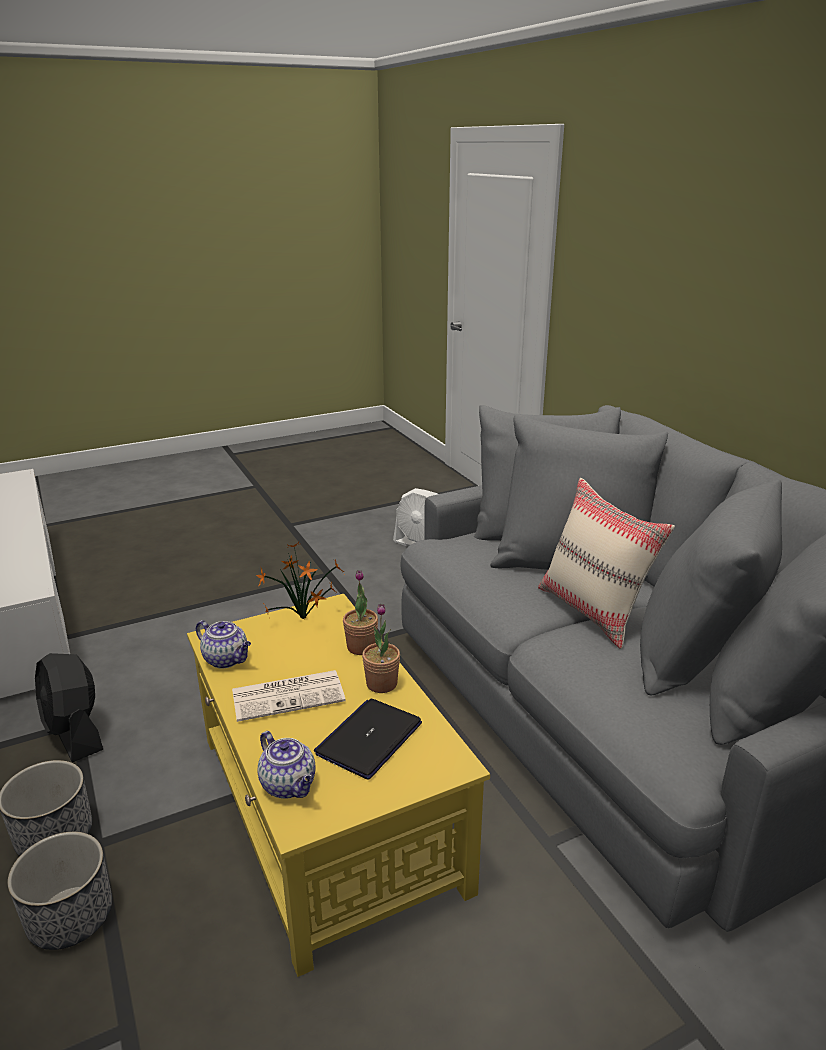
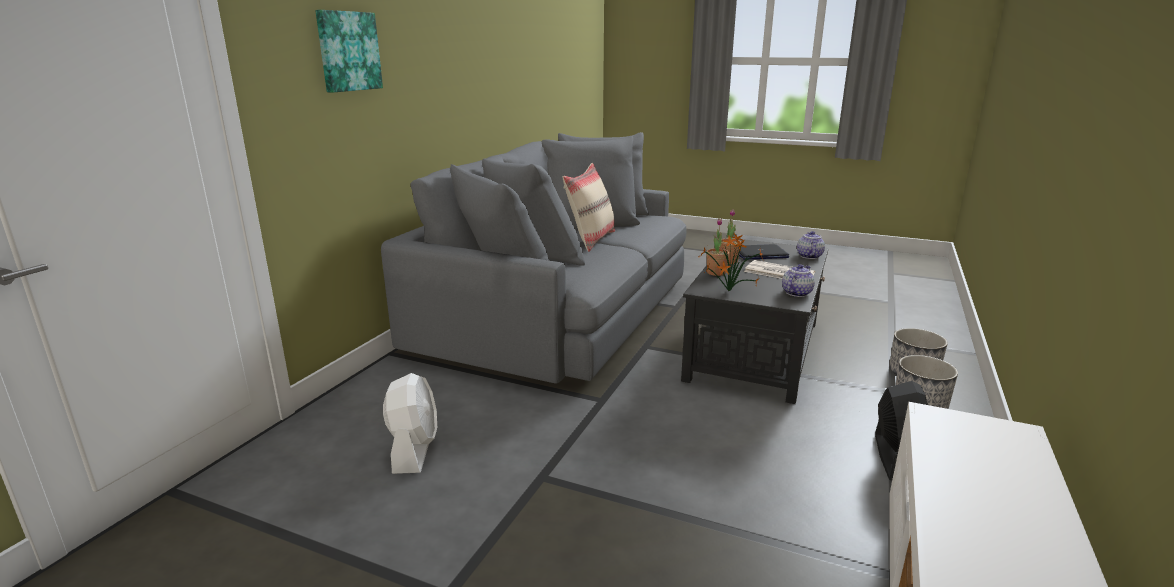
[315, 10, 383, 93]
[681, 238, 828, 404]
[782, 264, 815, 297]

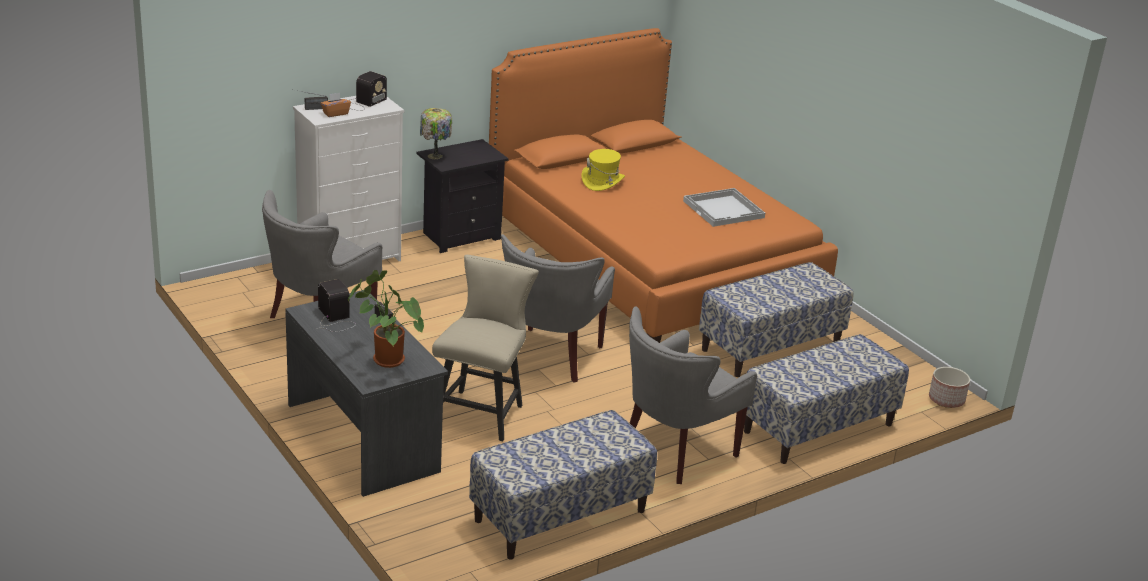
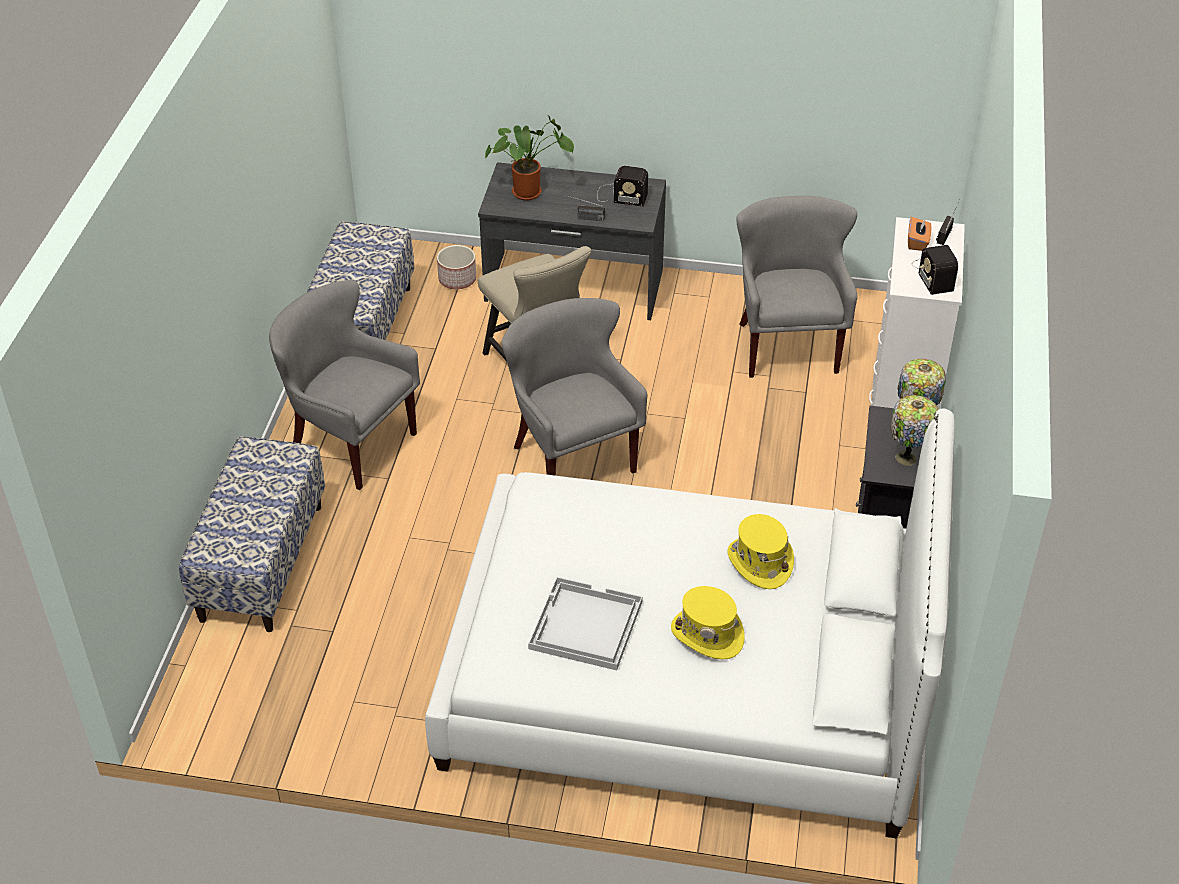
[699, 262, 854, 377] (first image)
[671, 586, 745, 659]
[891, 395, 939, 466]
[437, 245, 476, 289]
[425, 408, 955, 839]
[269, 280, 420, 490]

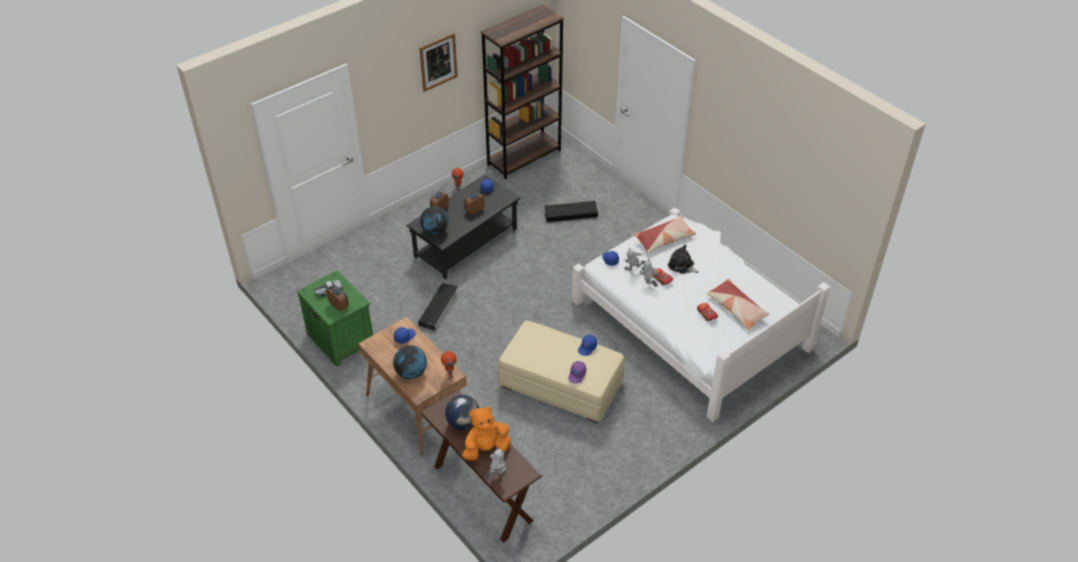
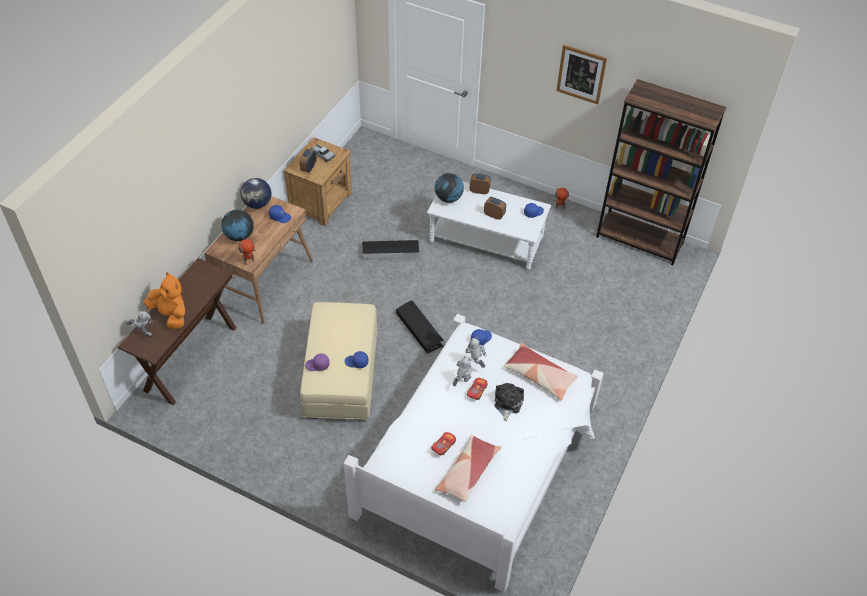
[241, 178, 271, 209]
[396, 301, 444, 354]
[283, 137, 352, 226]
[427, 181, 551, 270]

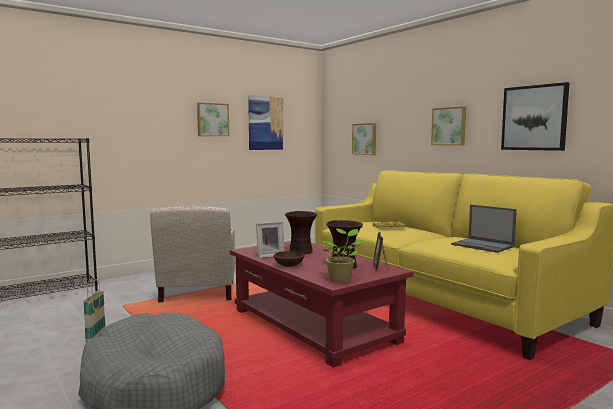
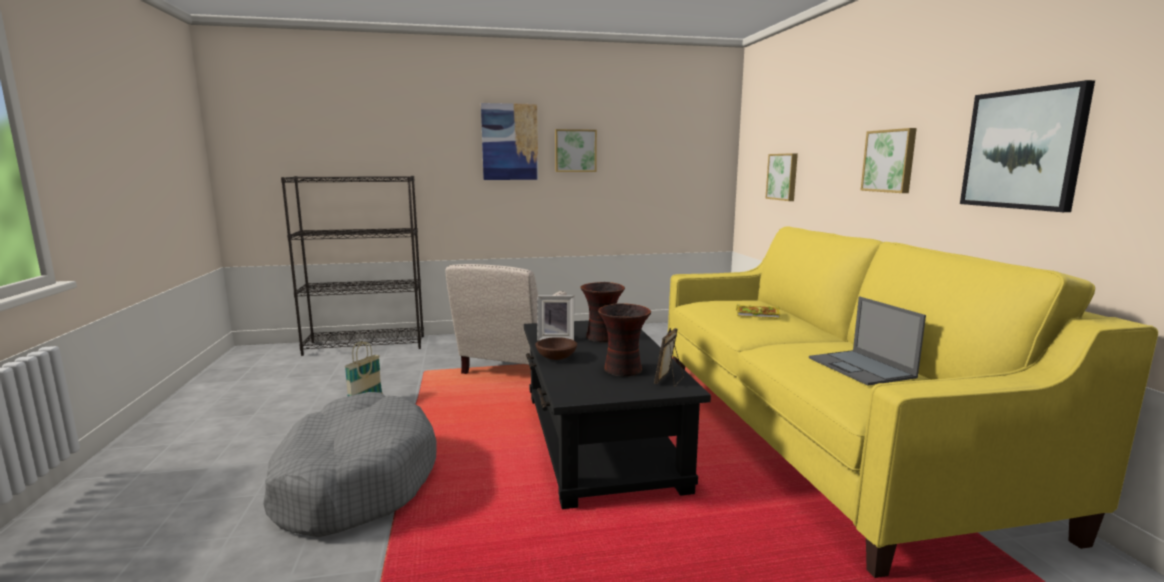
[320, 228, 363, 283] (first image)
[481, 103, 538, 180]
[524, 320, 711, 509]

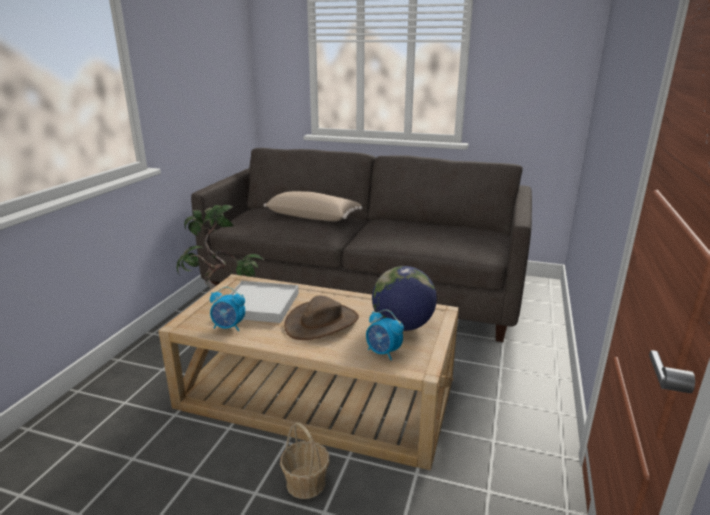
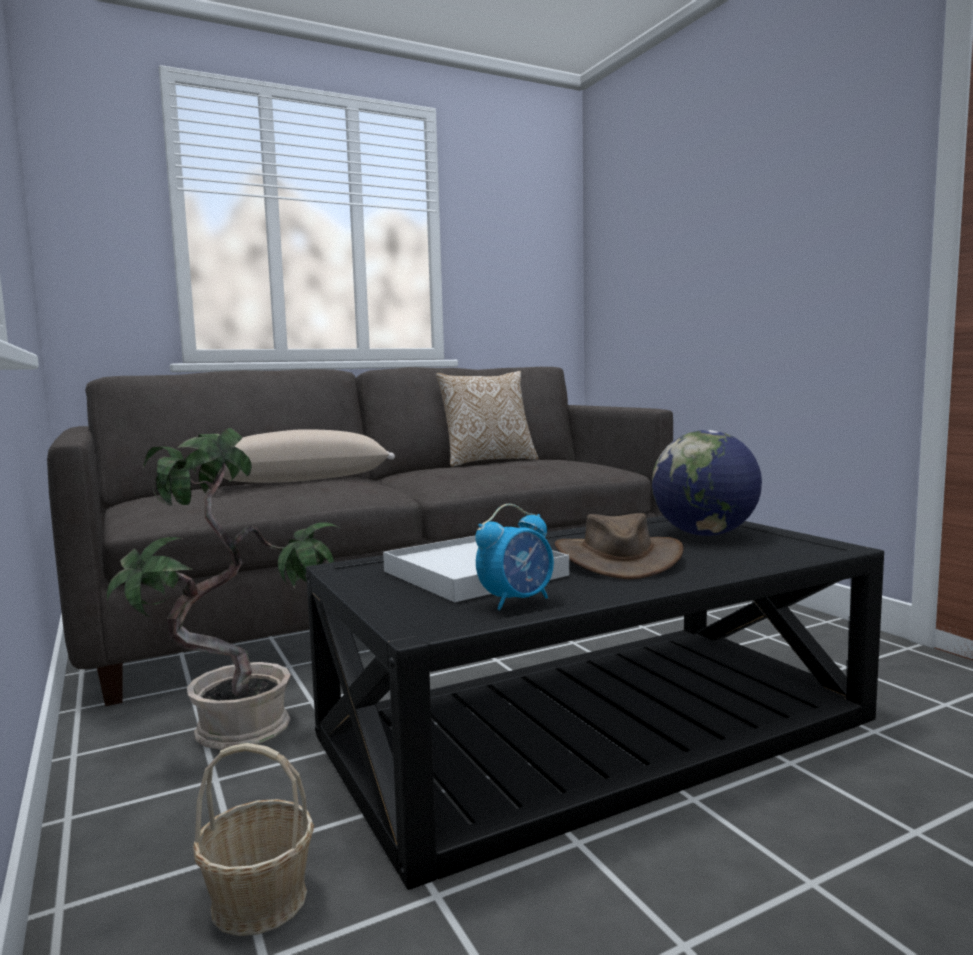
[366, 310, 404, 360] (first image)
[436, 371, 539, 467]
[193, 743, 314, 936]
[306, 516, 884, 890]

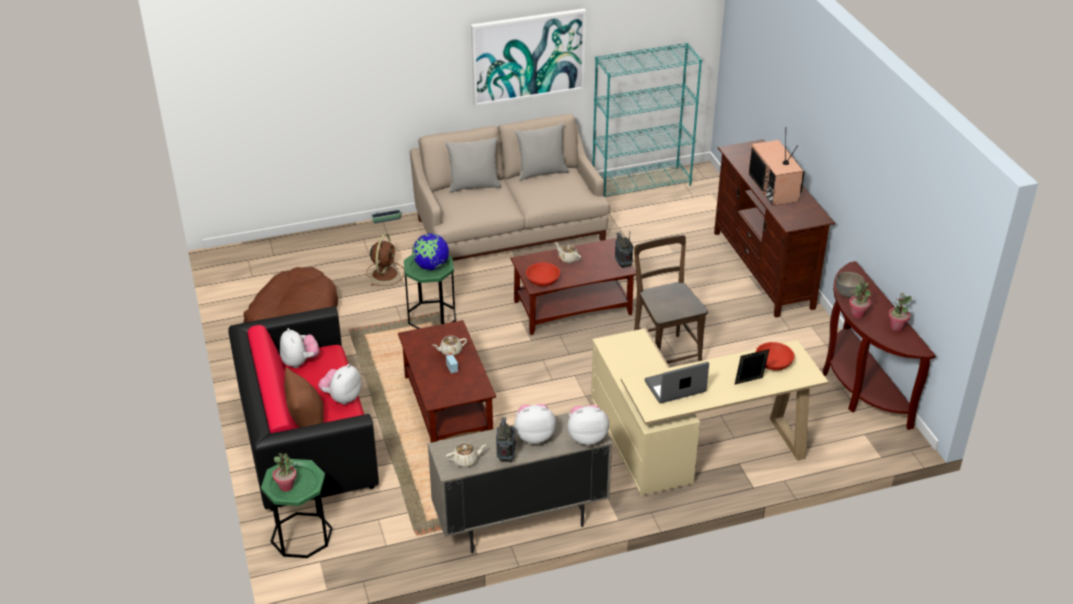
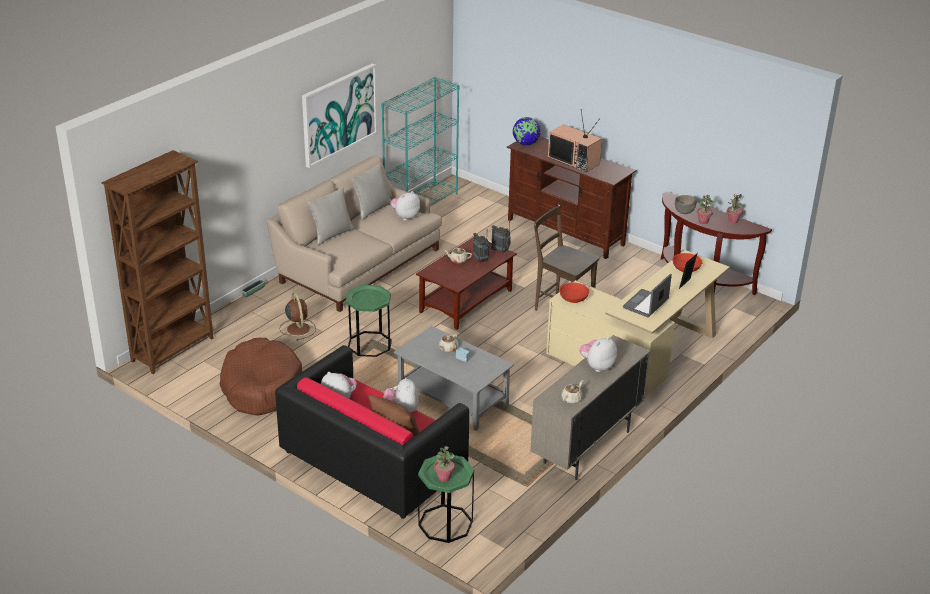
[101, 150, 214, 374]
[513, 117, 541, 145]
[473, 233, 490, 262]
[559, 283, 590, 303]
[390, 191, 420, 221]
[394, 326, 514, 431]

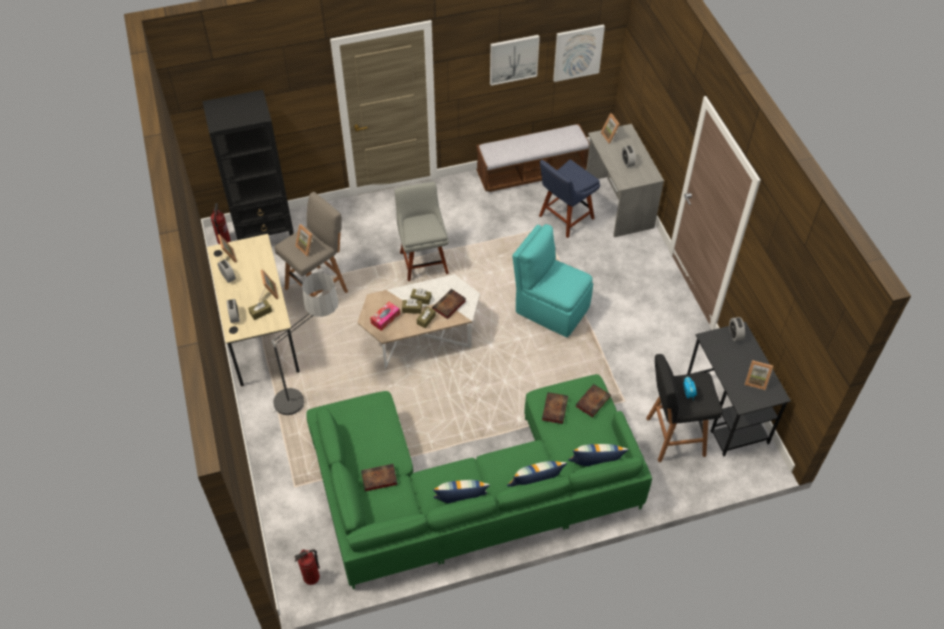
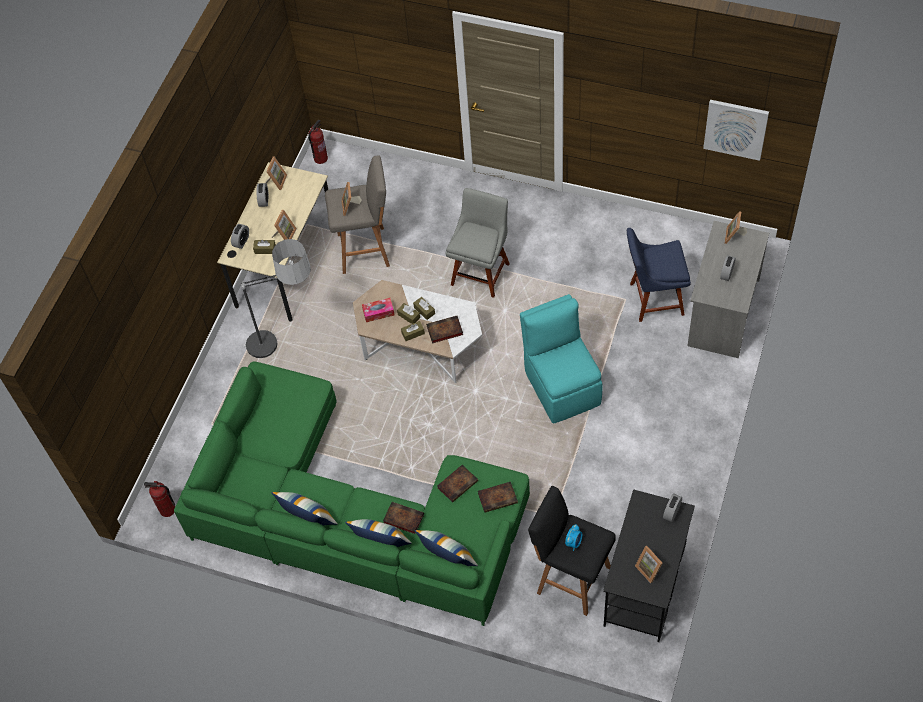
[202, 90, 294, 240] (first image)
[476, 124, 589, 192] (first image)
[490, 35, 540, 86] (first image)
[383, 502, 424, 534]

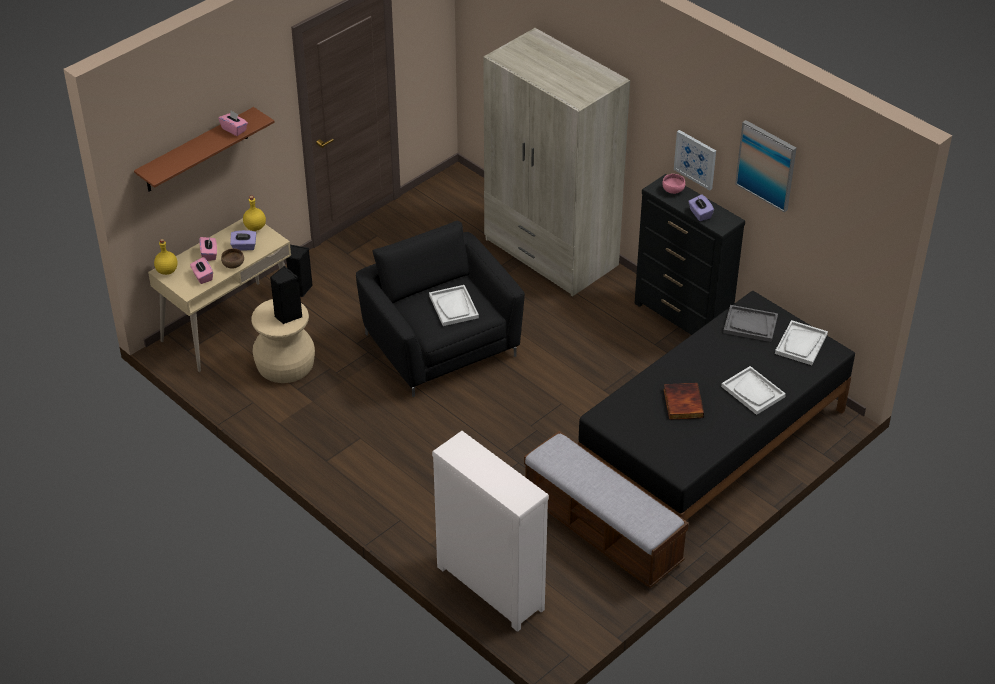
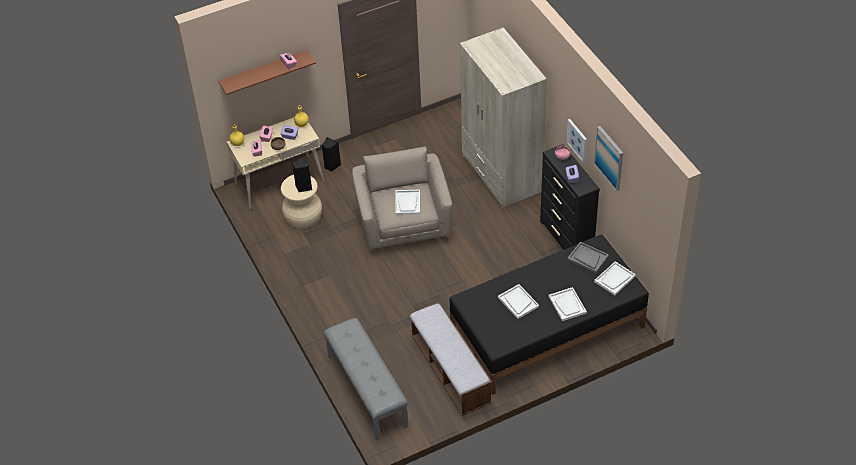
[323, 318, 408, 441]
[498, 284, 539, 319]
[352, 146, 453, 255]

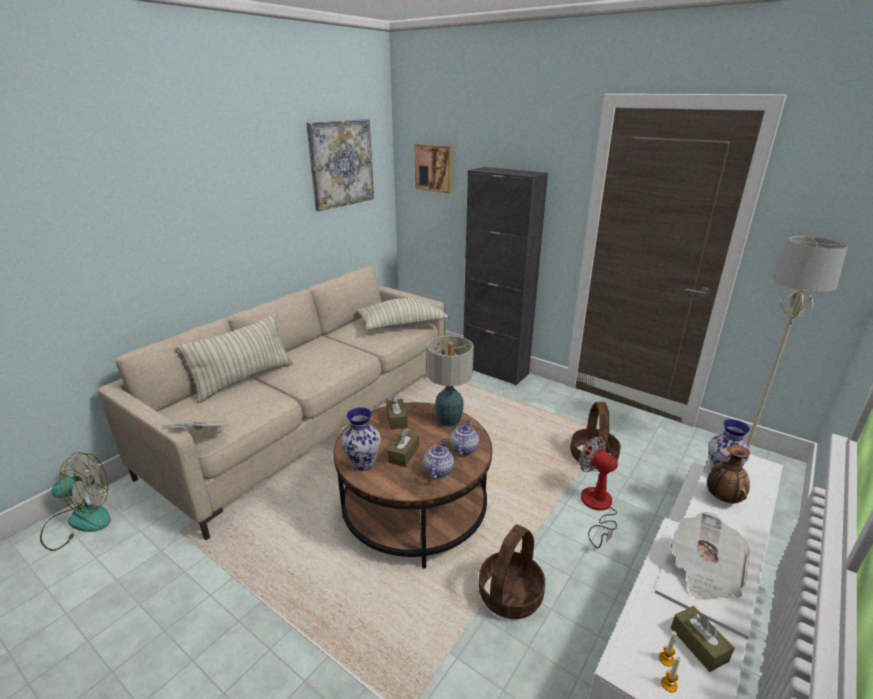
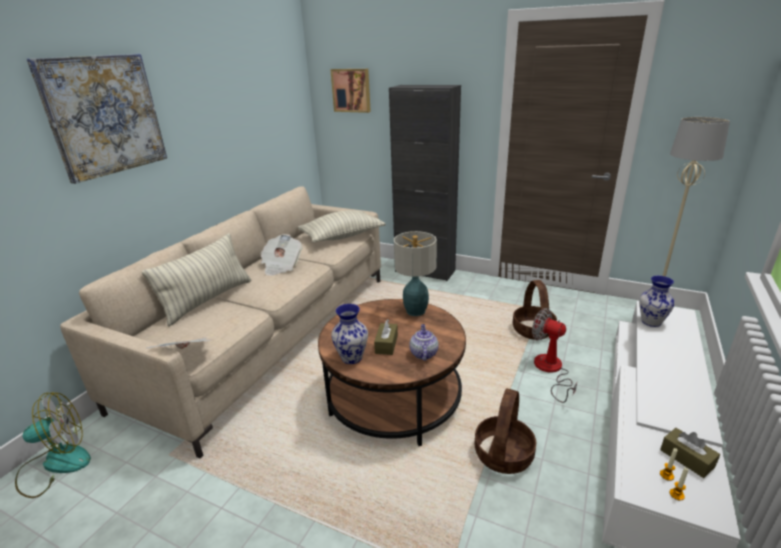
[386, 396, 408, 430] (first image)
[450, 419, 479, 456] (first image)
[707, 445, 750, 504] (first image)
[27, 53, 167, 184]
[260, 234, 303, 276]

